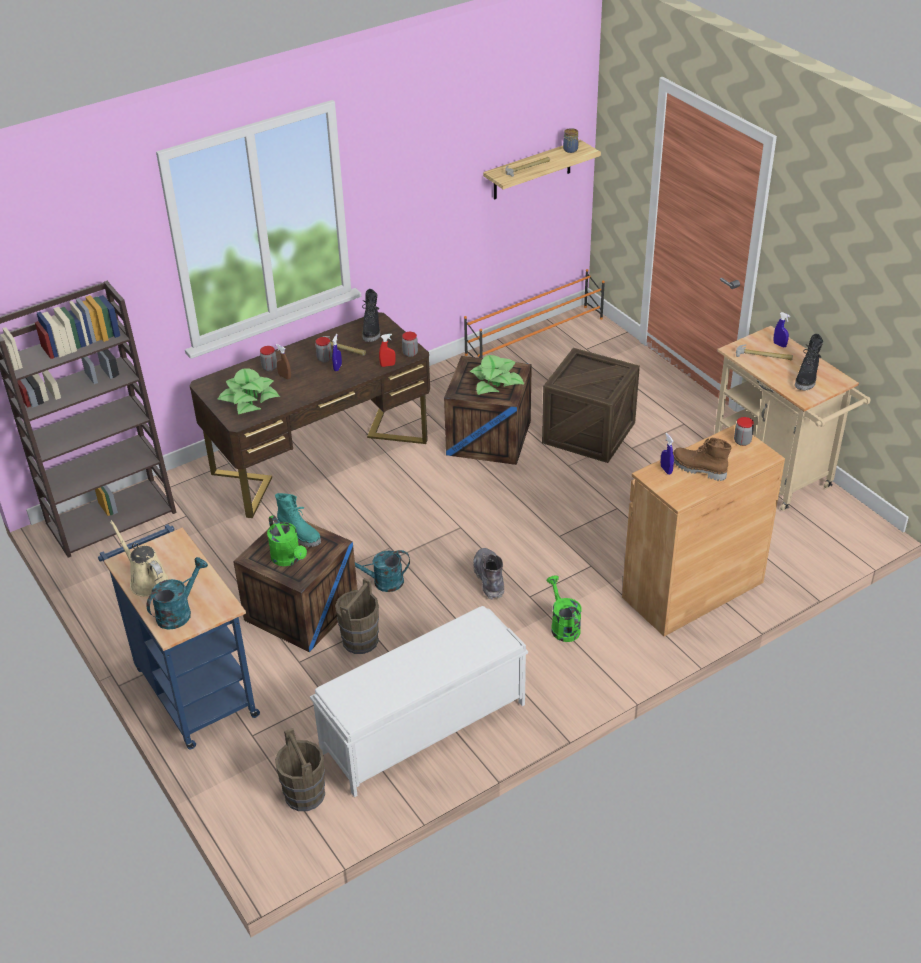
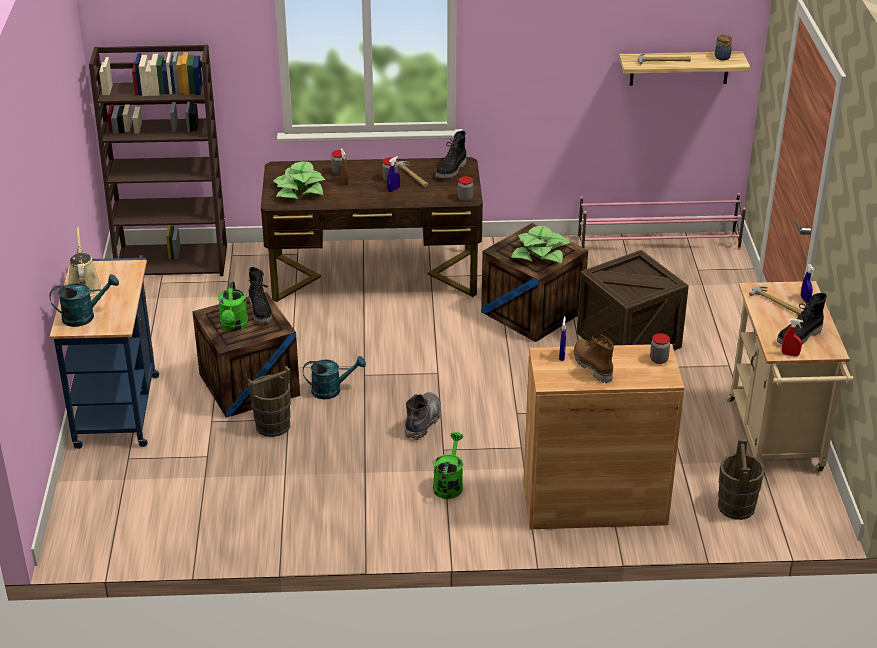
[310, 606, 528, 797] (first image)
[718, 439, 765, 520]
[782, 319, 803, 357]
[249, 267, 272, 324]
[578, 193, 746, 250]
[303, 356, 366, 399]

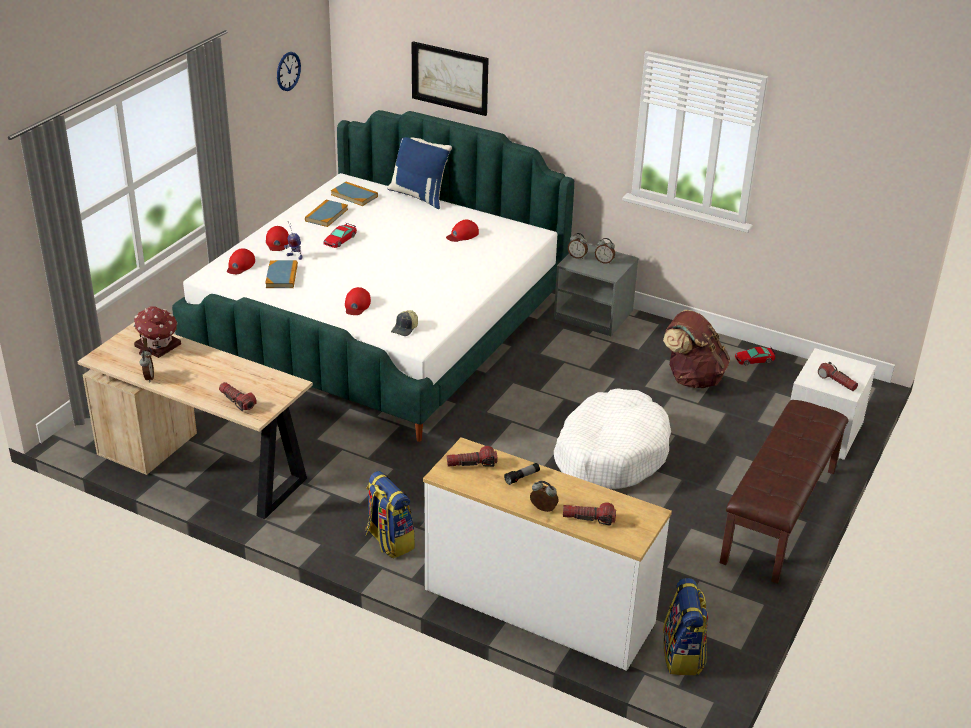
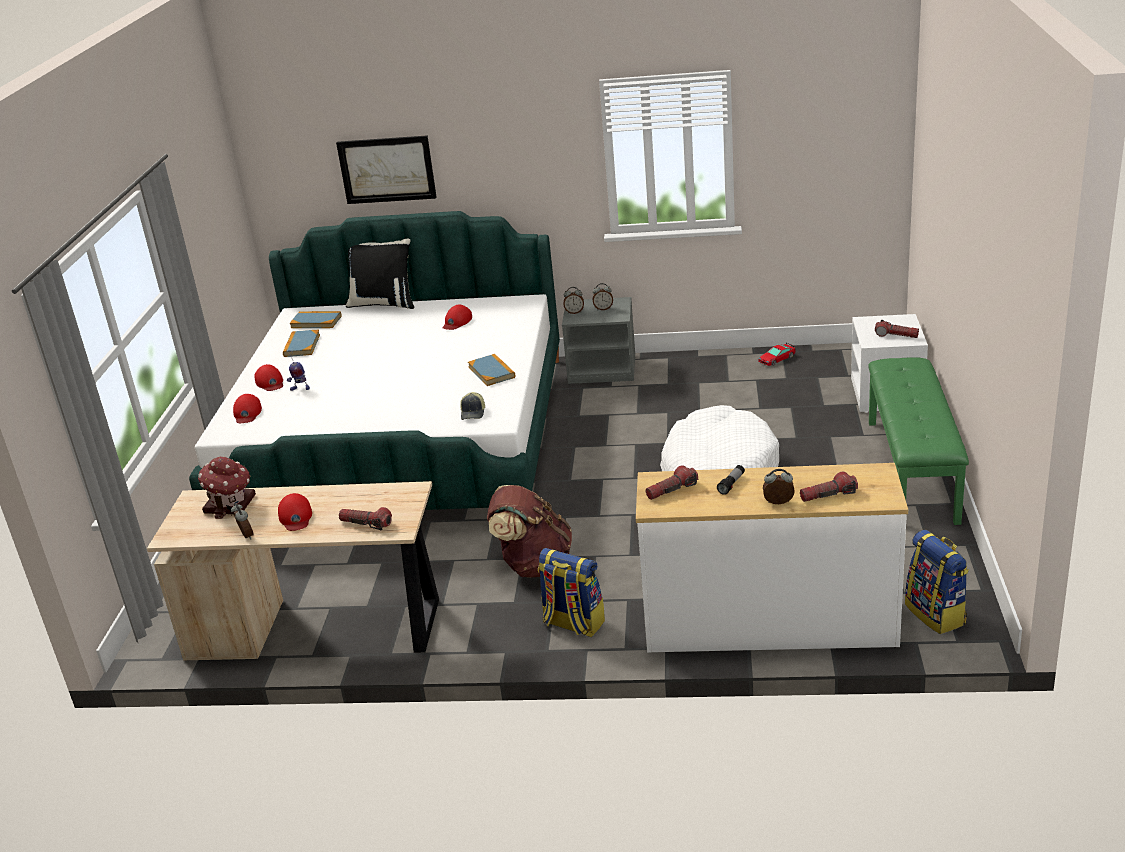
[277, 52, 301, 91] (first image)
[324, 223, 357, 248] (first image)
[468, 354, 515, 386]
[278, 493, 312, 531]
[487, 485, 572, 578]
[346, 239, 414, 309]
[868, 357, 969, 525]

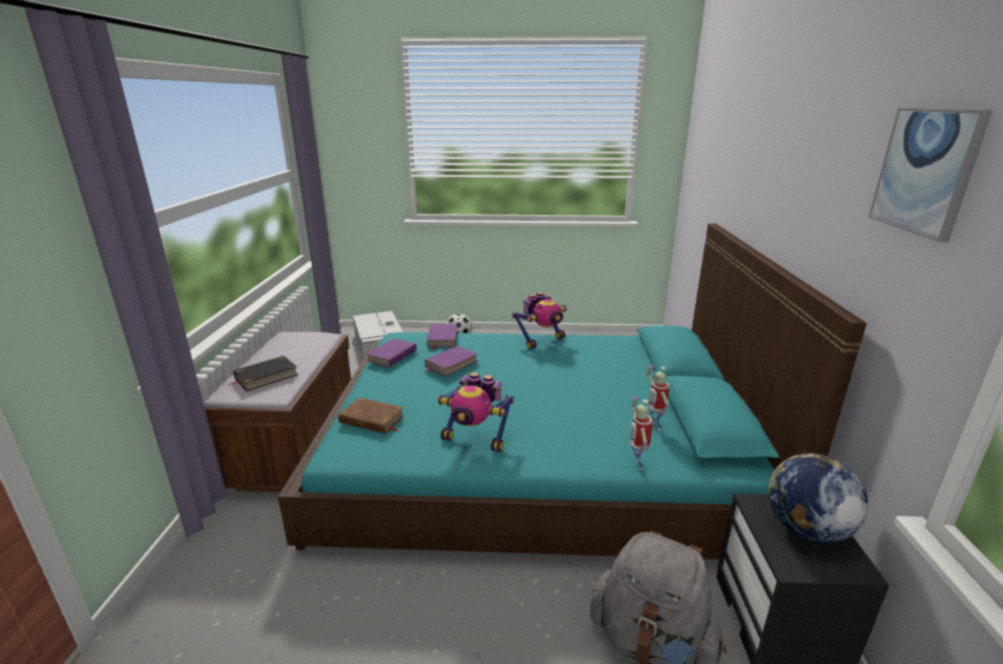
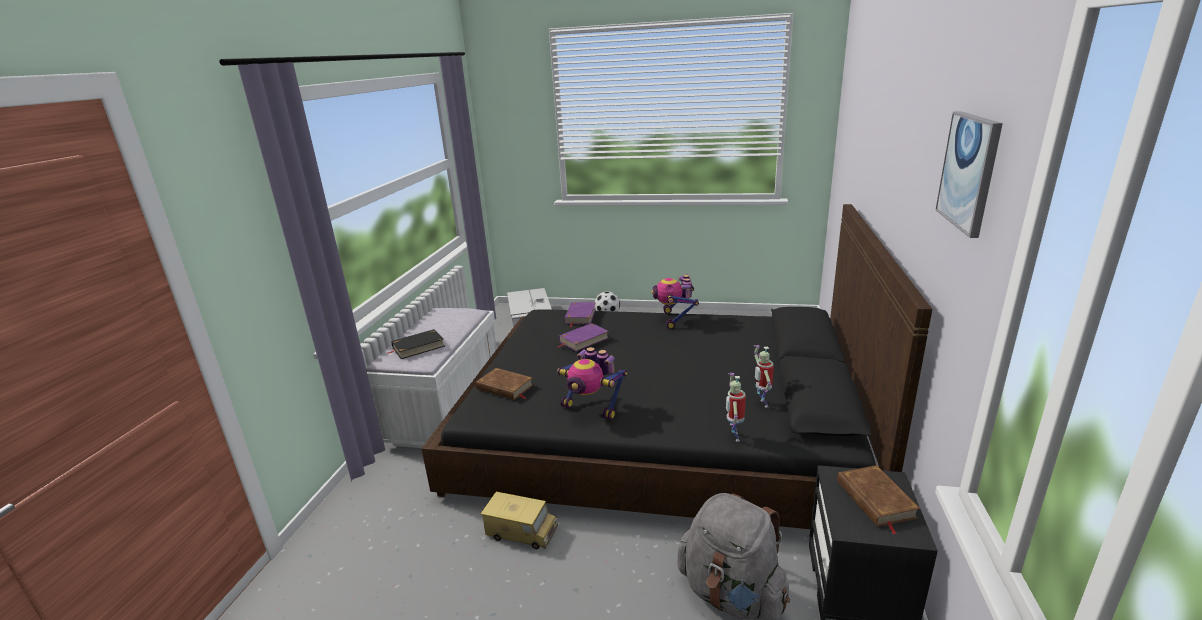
[366, 338, 417, 367] (first image)
[480, 492, 558, 549]
[837, 465, 920, 535]
[366, 308, 497, 448]
[421, 204, 932, 529]
[652, 275, 699, 329]

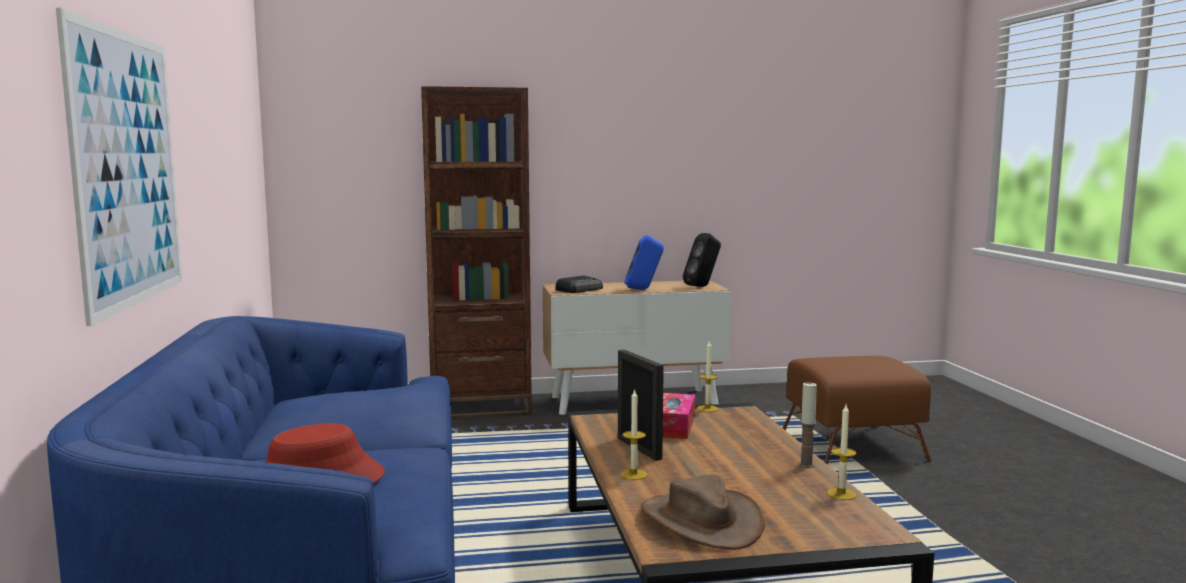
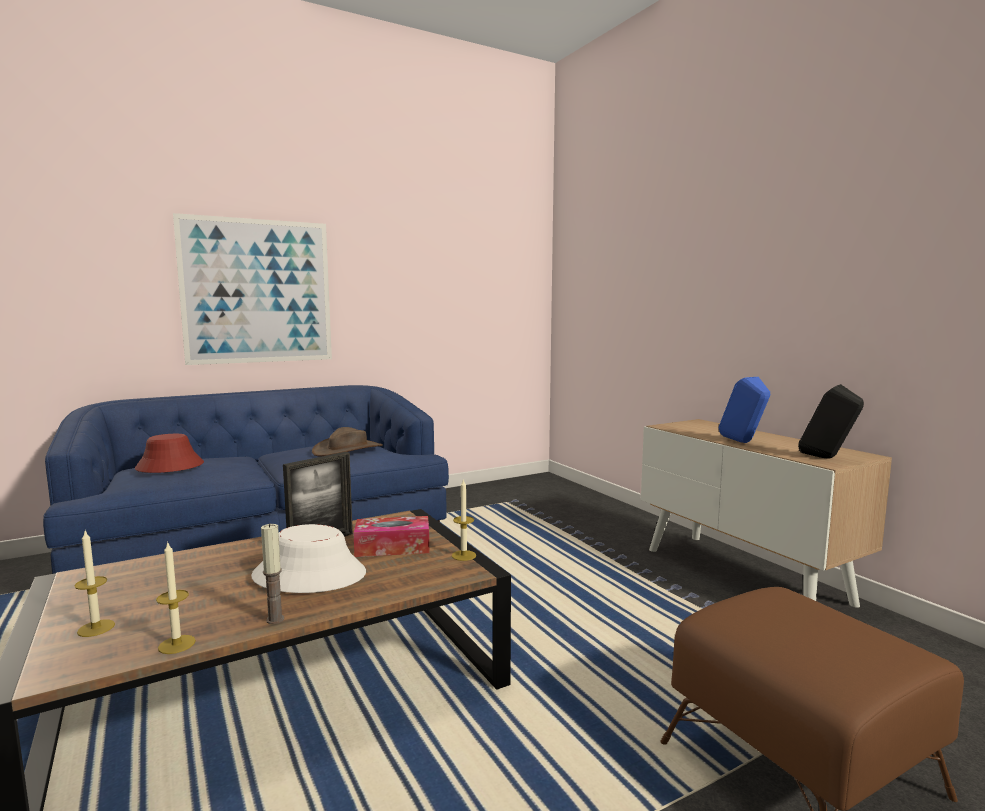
[421, 86, 532, 419] (first image)
[555, 275, 603, 293] (first image)
[251, 524, 366, 593]
[74, 531, 115, 637]
[312, 427, 383, 456]

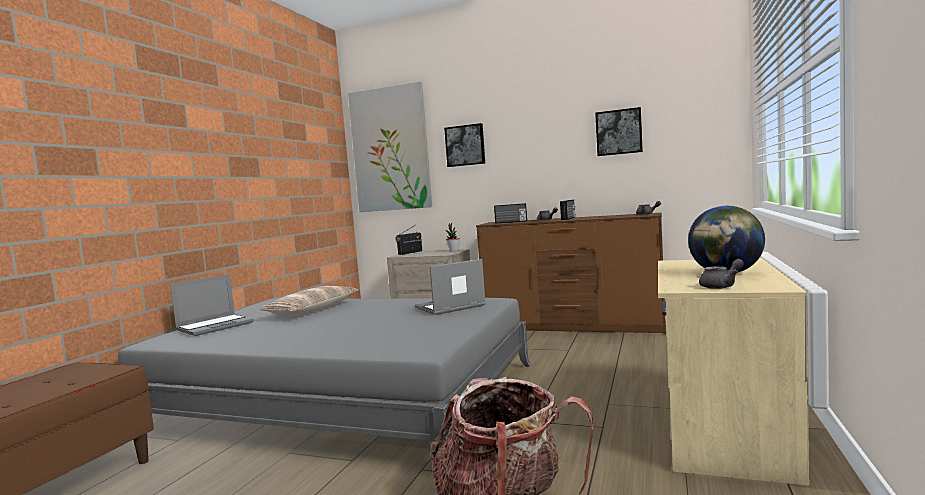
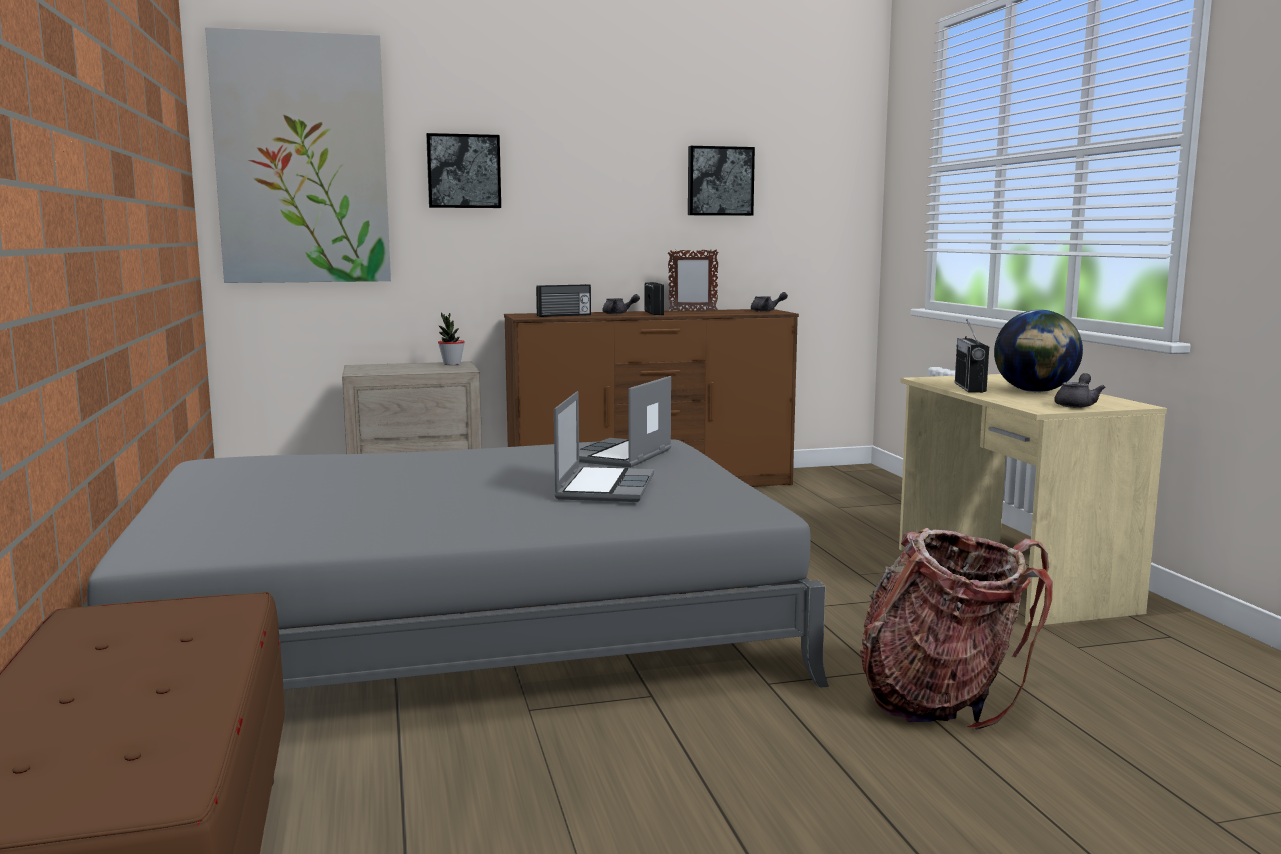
[260, 286, 358, 316] (first image)
[668, 250, 719, 312]
[554, 391, 654, 502]
[955, 319, 989, 393]

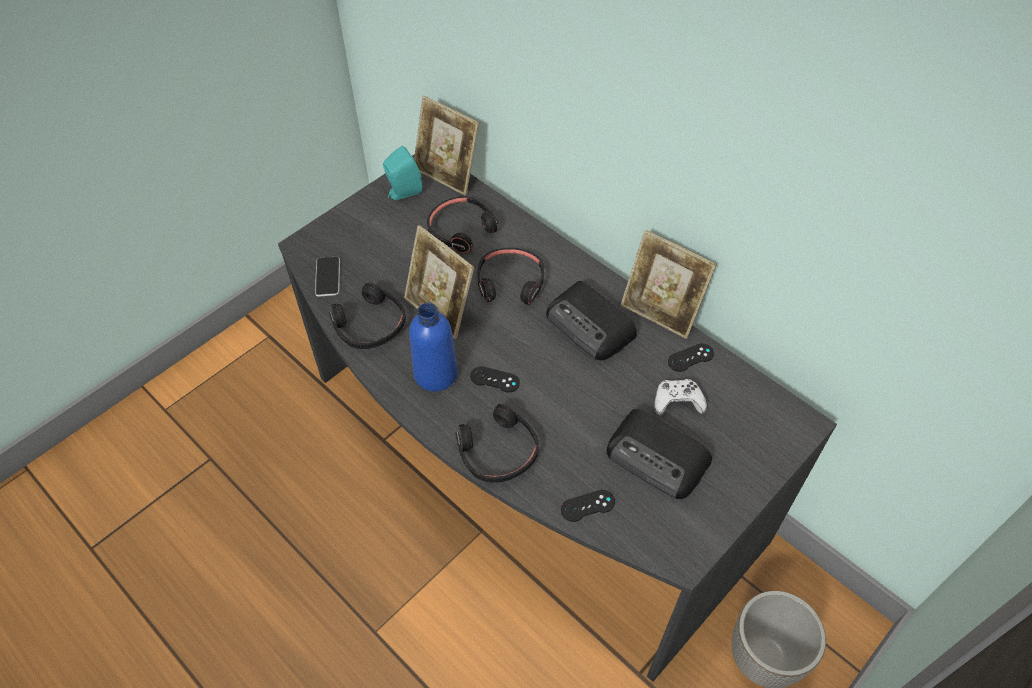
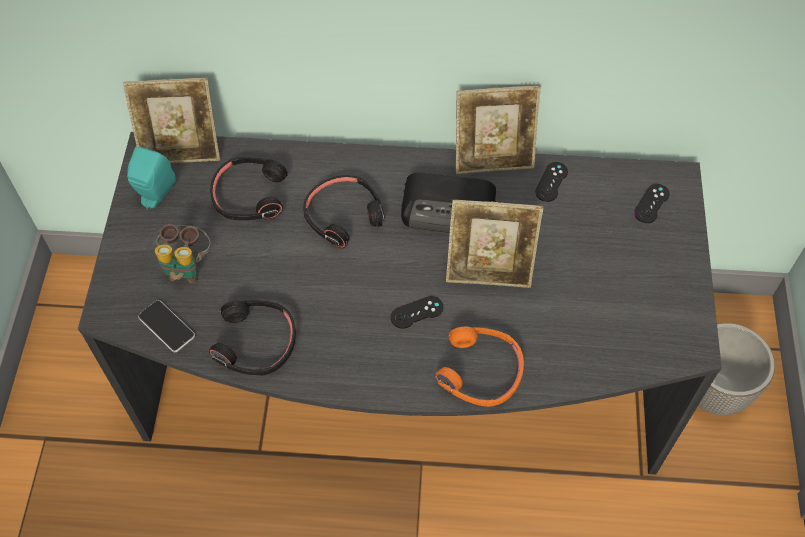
[409, 303, 458, 391] (first image)
[606, 409, 712, 499] (first image)
[654, 379, 707, 416] (first image)
[155, 224, 211, 284]
[446, 200, 543, 288]
[634, 184, 670, 223]
[435, 327, 524, 407]

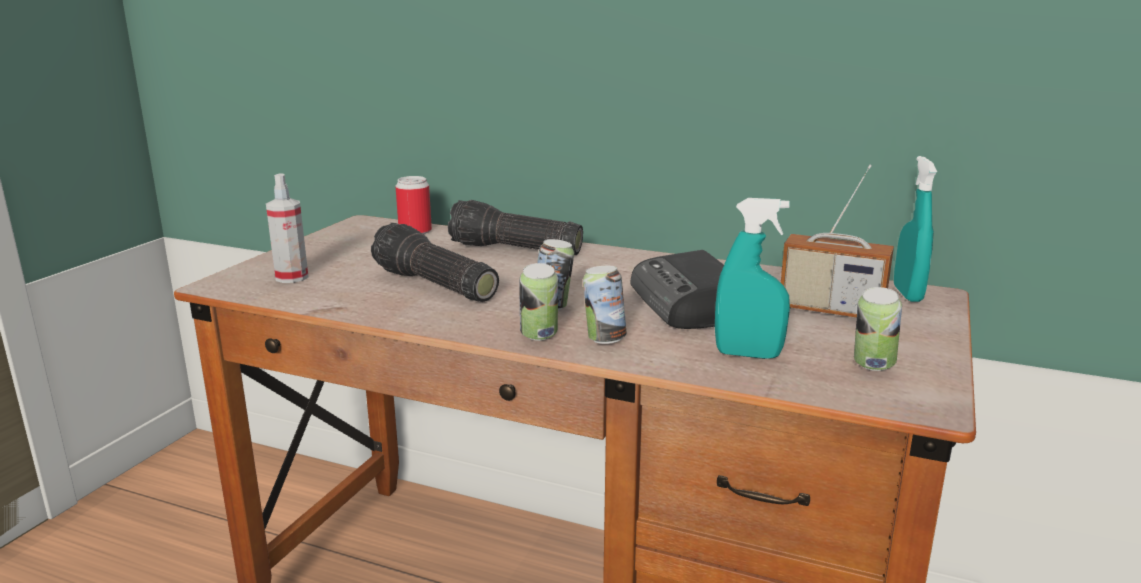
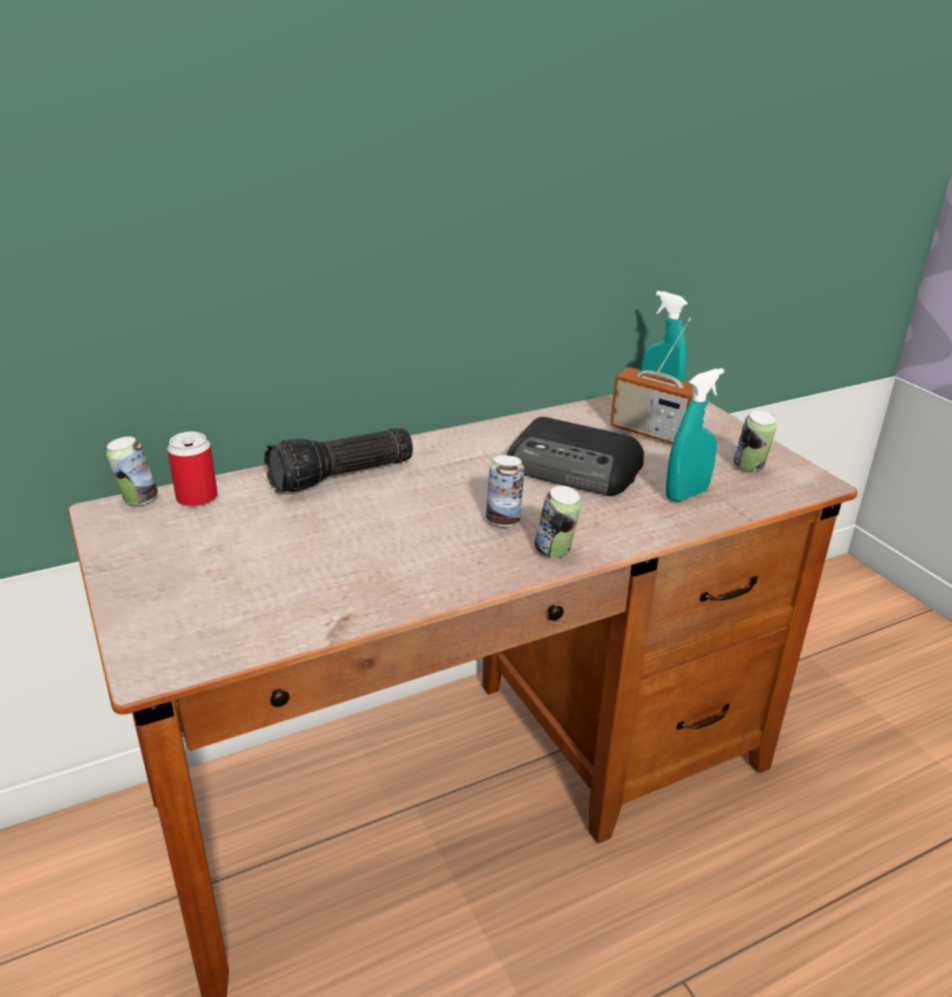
[266, 173, 308, 283] (first image)
[371, 223, 499, 302] (first image)
[106, 436, 158, 505]
[610, 318, 694, 444]

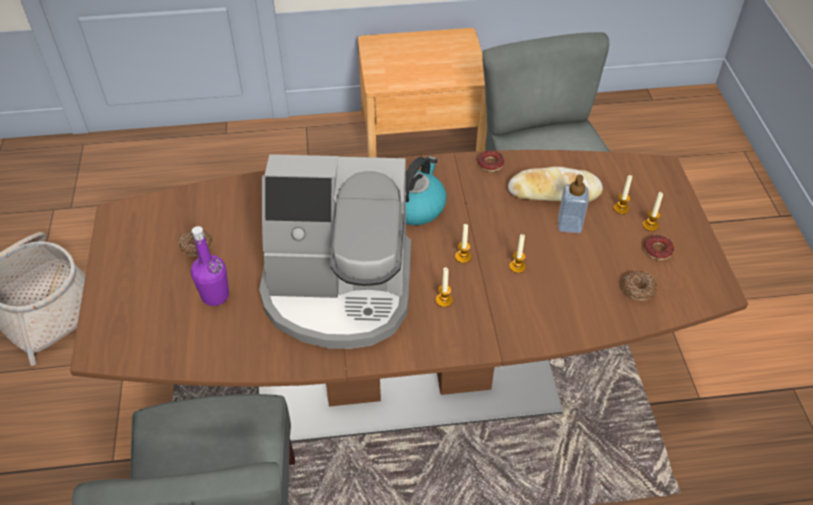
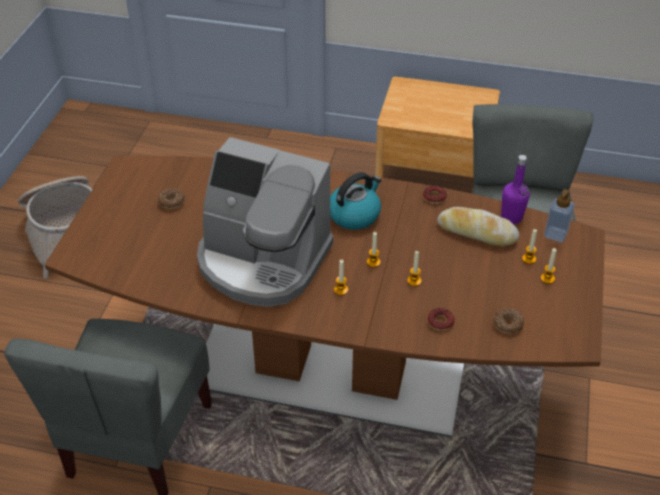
[501, 155, 530, 224]
[544, 189, 575, 243]
[428, 308, 455, 331]

